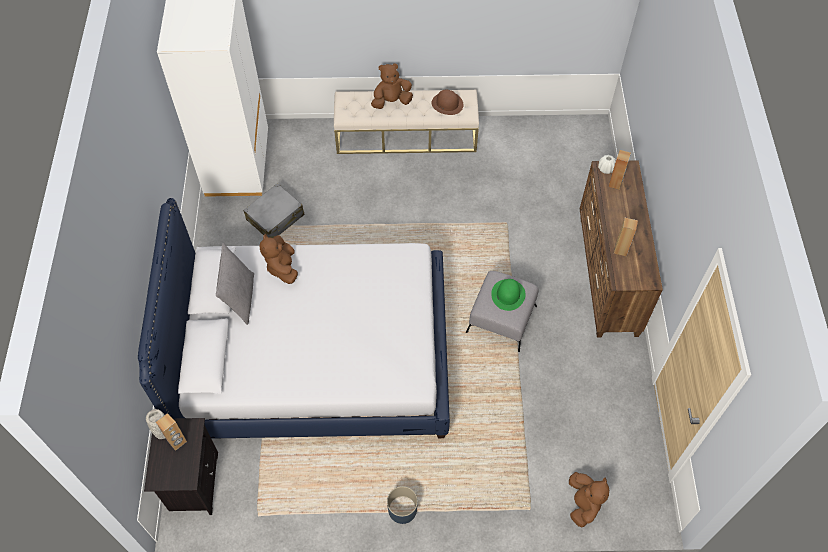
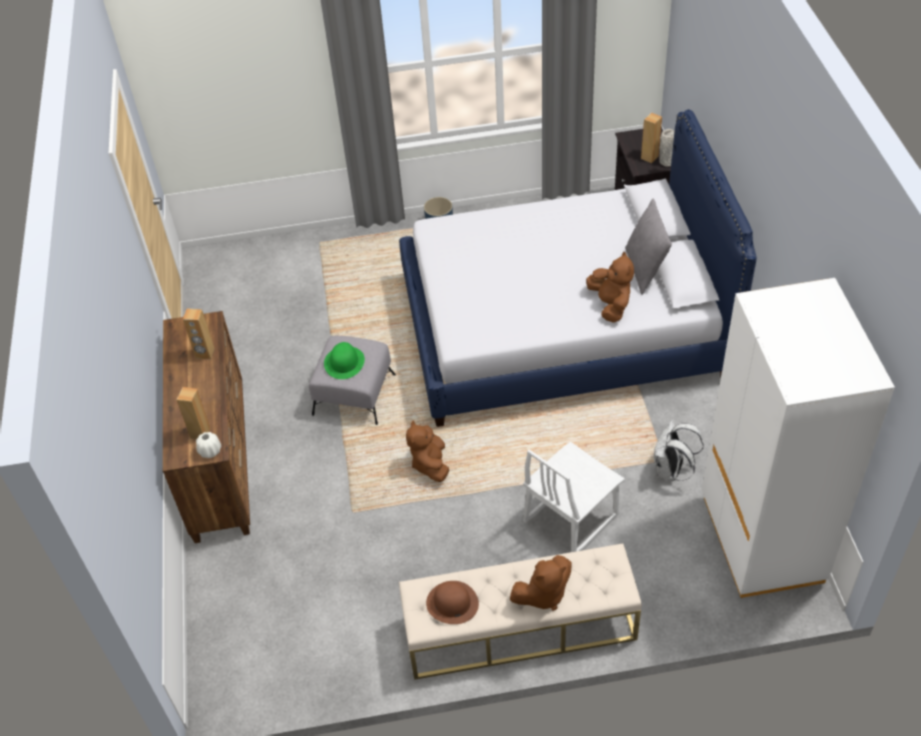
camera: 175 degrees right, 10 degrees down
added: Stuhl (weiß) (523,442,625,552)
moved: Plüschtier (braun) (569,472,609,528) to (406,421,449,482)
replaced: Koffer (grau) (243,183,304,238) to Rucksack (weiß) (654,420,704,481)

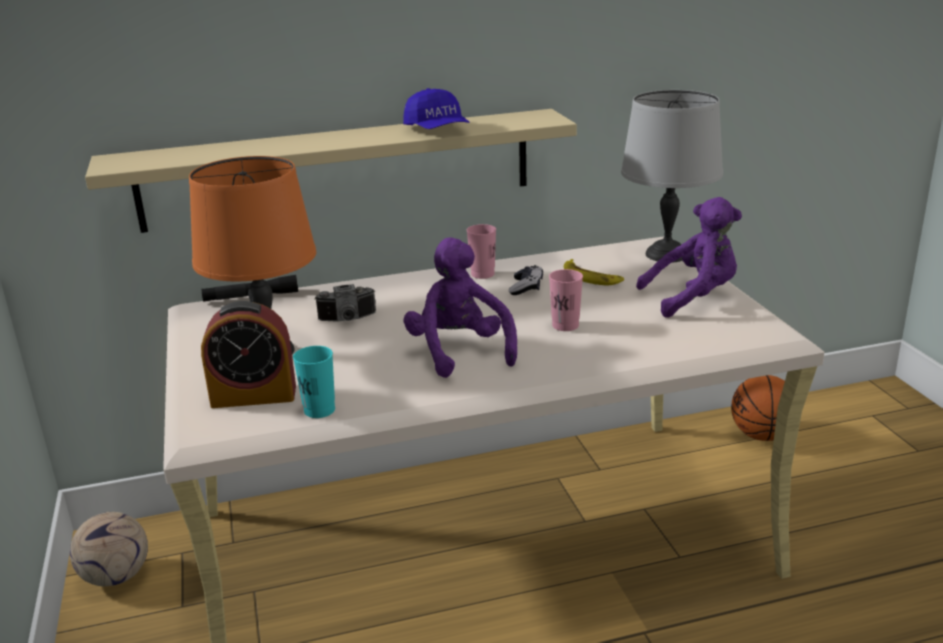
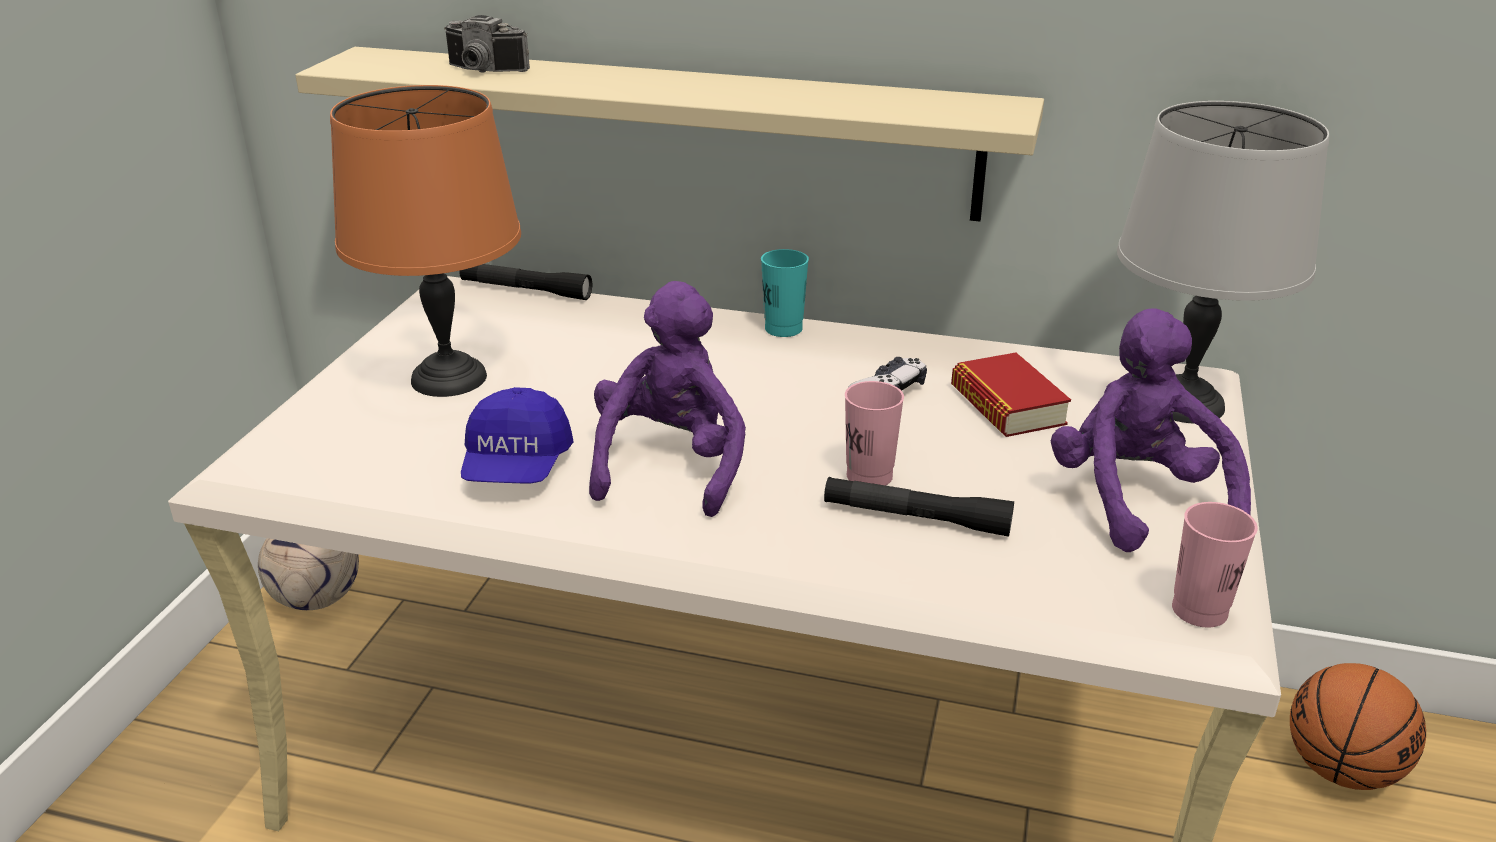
camera: 30 degrees right, 5 degrees up
removed: Wecker (201,301,296,408)
added: Taschenlampe (schwarz) (824,477,1014,537)
moved: Tasse (türkis) (293,346,335,418) to (761,249,809,337); Kamera (314,284,376,322) to (444,15,530,72); Kappe (blau) (403,88,470,129) to (461,387,574,483); Tasse (rosa) (467,224,496,279) to (1172,502,1258,627)
replaced: Banane (564,259,624,285) to Buch (951,353,1071,437)
turned: Plüschtier (lila) (636,197,742,318) = (1051,308,1251,552) 120 degrees counterclockwise

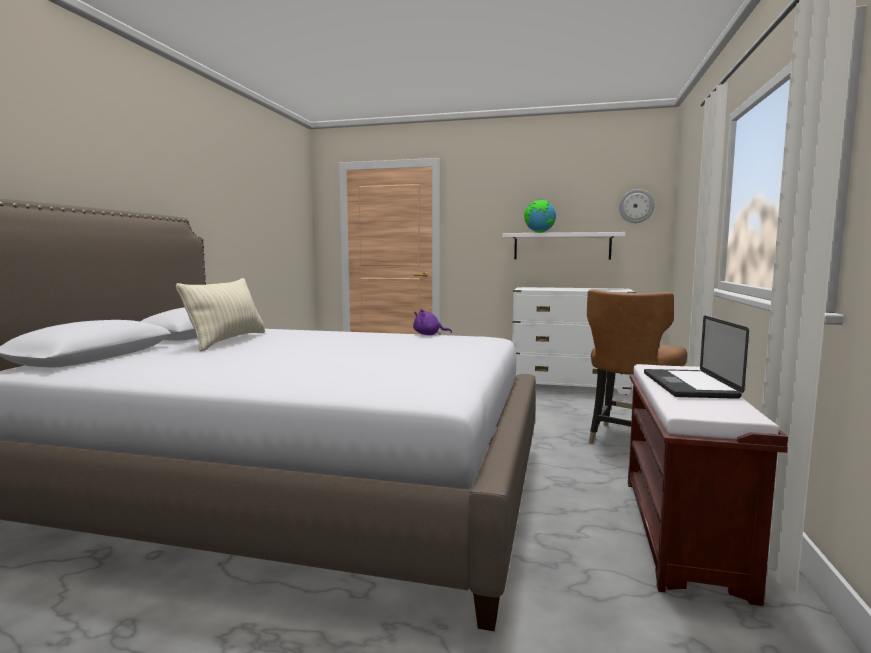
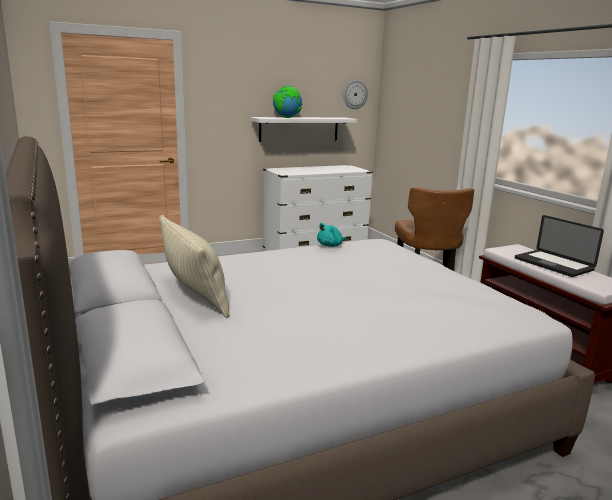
camera: 40 degrees left, 10 degrees up
recoloured: Plüschtier (lila) (413,309,452,335) to Plüschtier (türkis) (317,223,347,247)

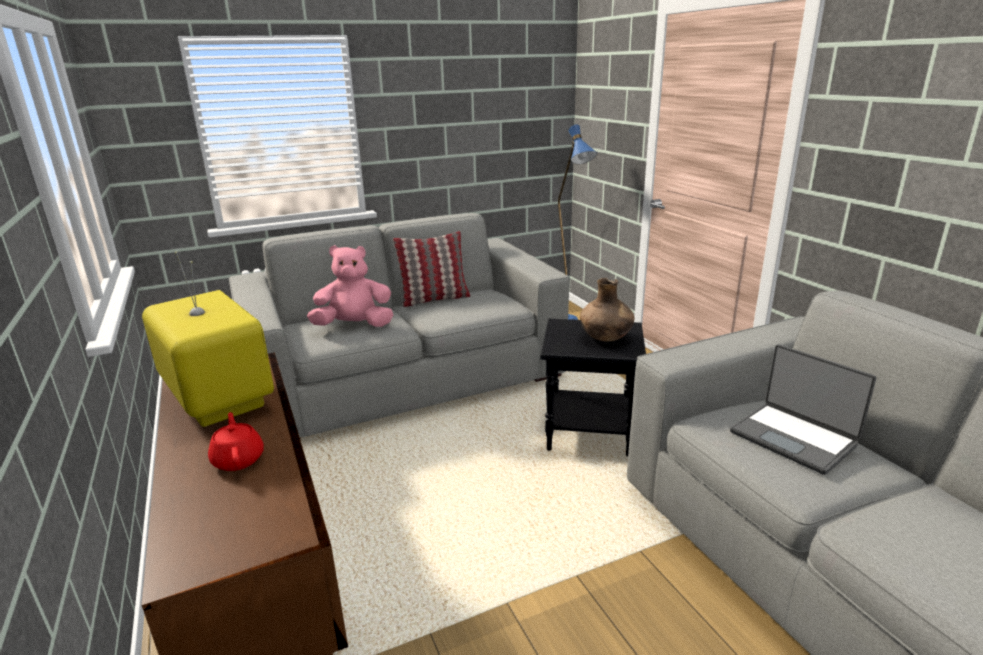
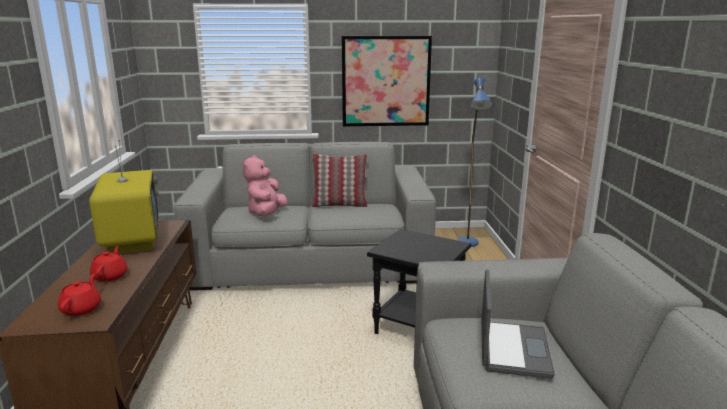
camera: 20 degrees right, 5 degrees down
removed: Vase (braun) (580,278,635,342)
added: Teekanne (rot) (58,274,101,316); Bild (342,36,432,126)
turned: Plüschtier (rosa) (307,245,393,327) = (243,155,287,216) 90 degrees counterclockwise; Laptop (730,344,876,475) = (481,270,555,379) 150 degrees counterclockwise

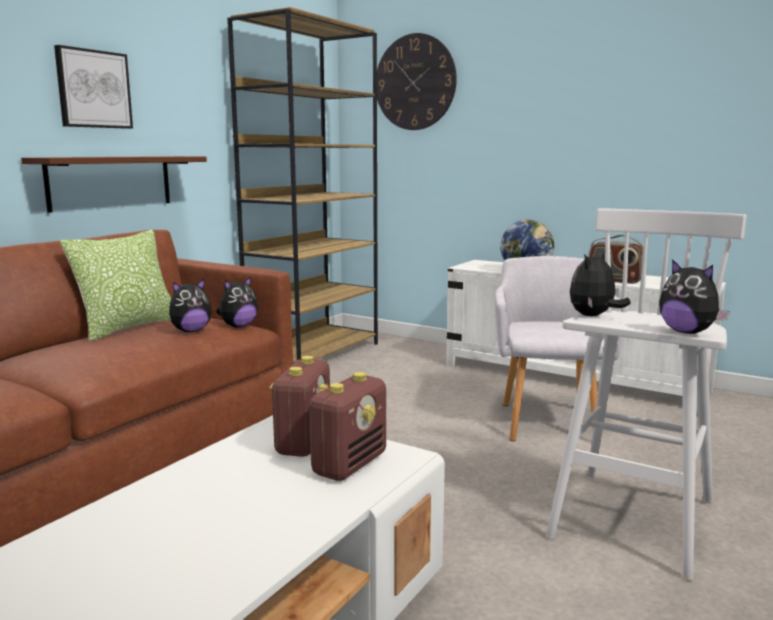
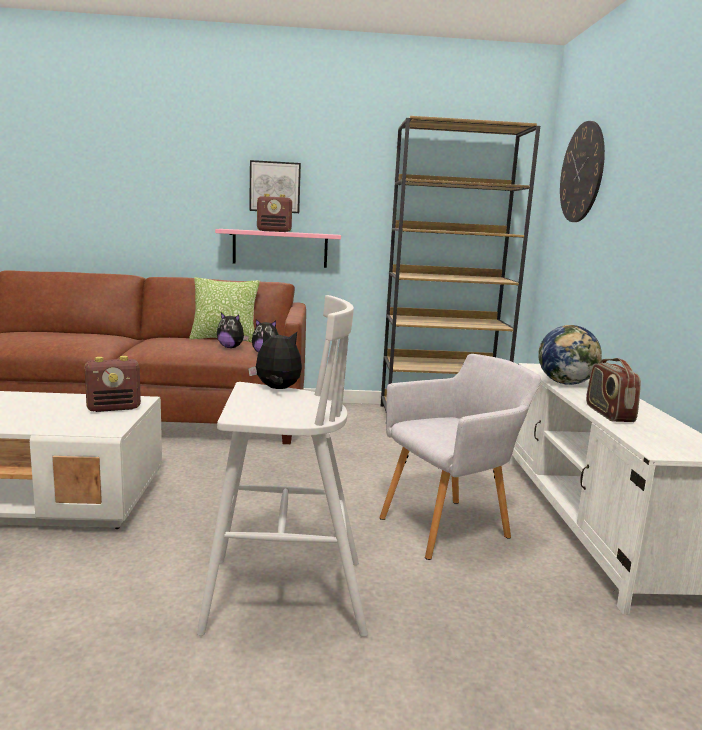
camera: 55 degrees right, 0 degrees up
removed: Plüschtier (659,259,730,334)
moved: Radio (309,372,386,481) to (257,194,292,232)
recoloured: Wandregal (braun) (21,156,207,213) to Wandregal (rosa) (215,229,341,268)

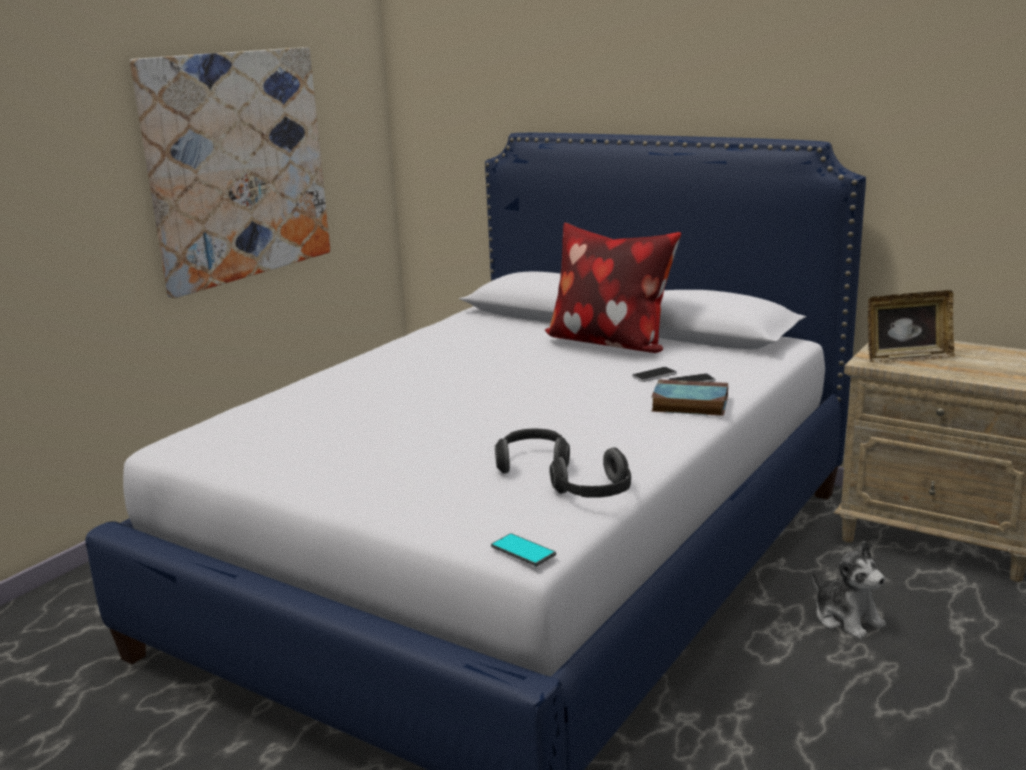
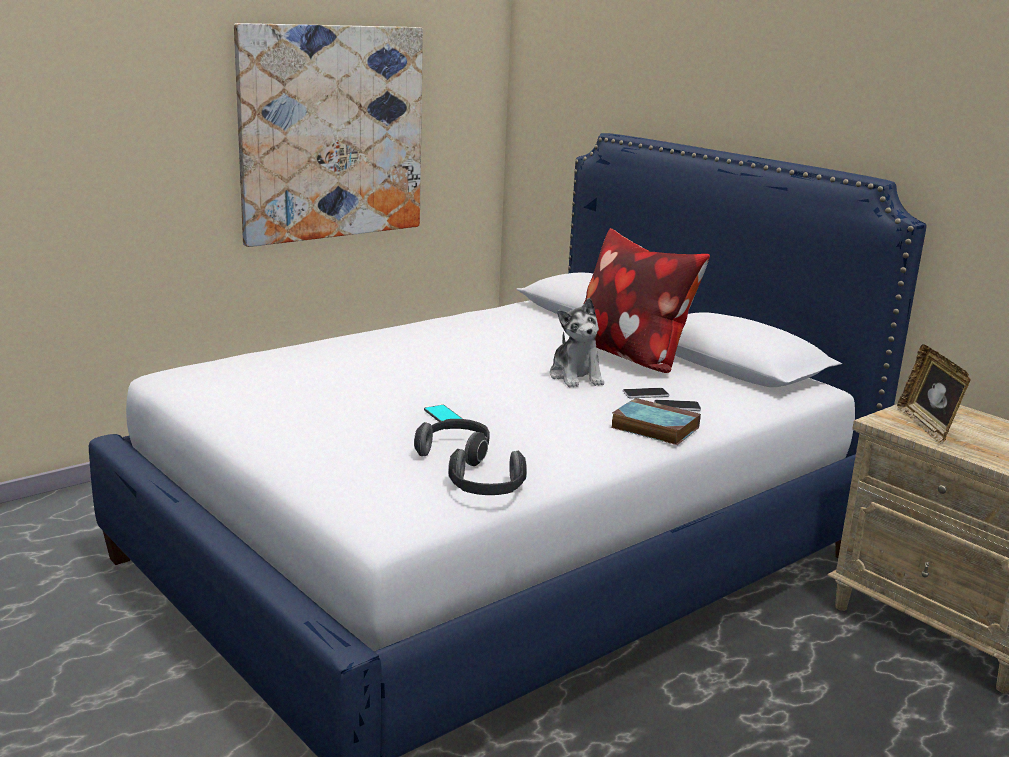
camera: 15 degrees right, 0 degrees up
moved: Handy (491,533,556,566) to (424,405,463,422); Plüschtier (812,541,886,639) to (550,298,604,387)
turned: Bilderrahmen (868,290,955,364) = (897,344,971,443) 75 degrees clockwise

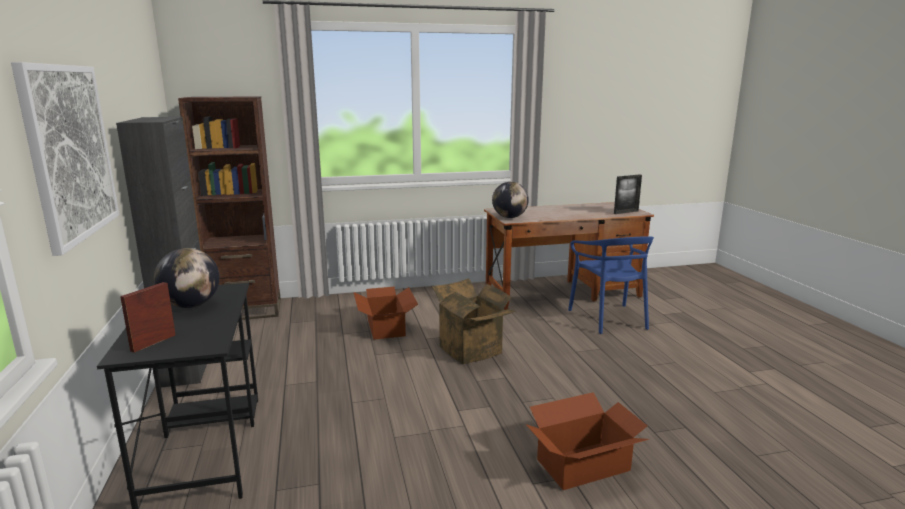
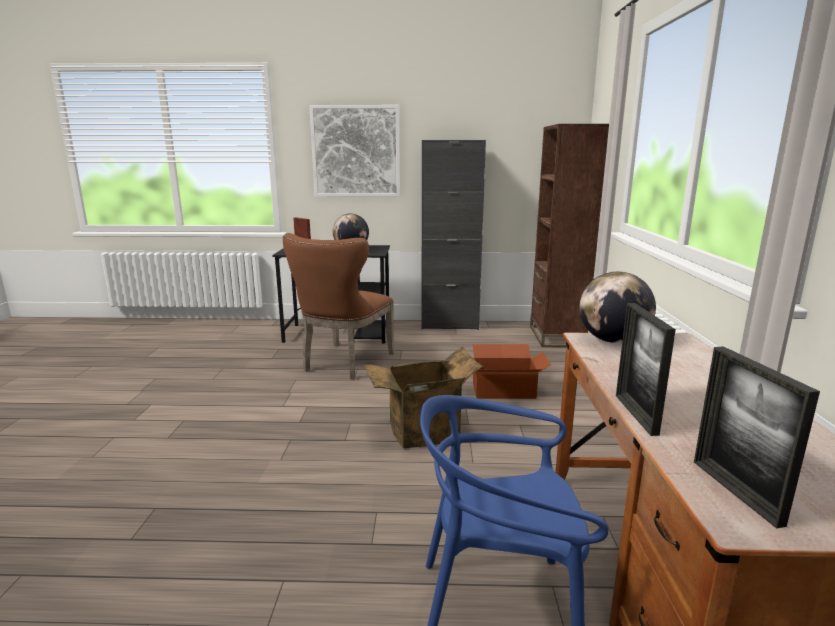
camera: 105 degrees right, 0 degrees up
removed: Karton (526,392,649,490)
added: Stuhl (braun) (283,233,394,380); Bilderrahmen (616,303,676,436)

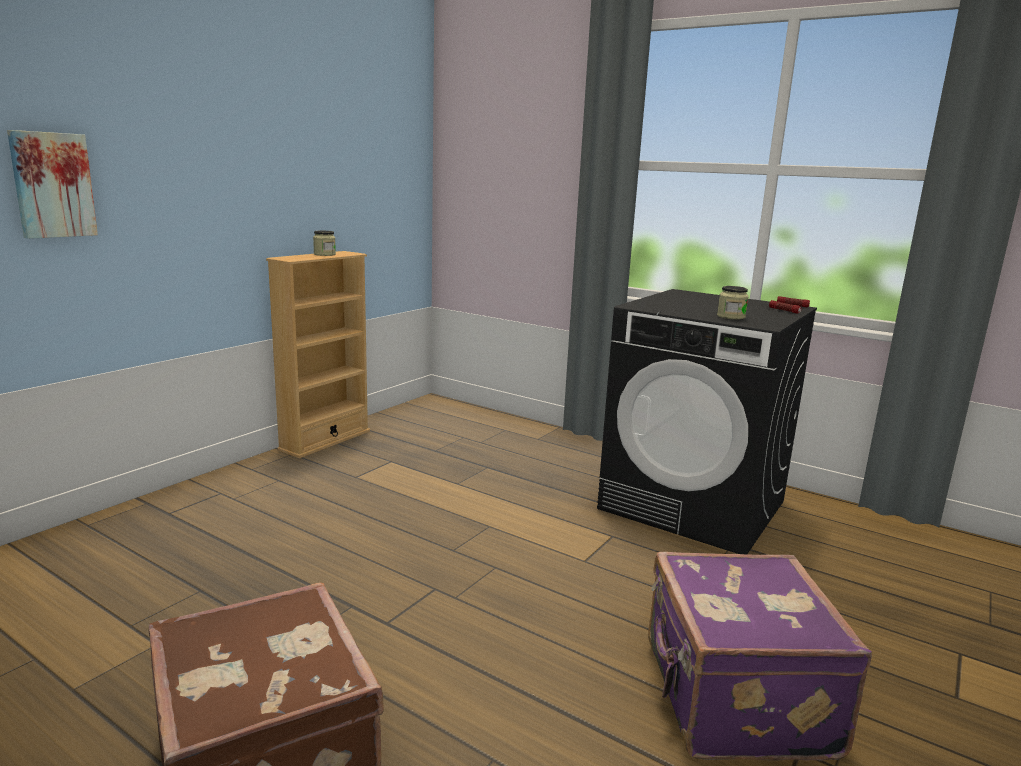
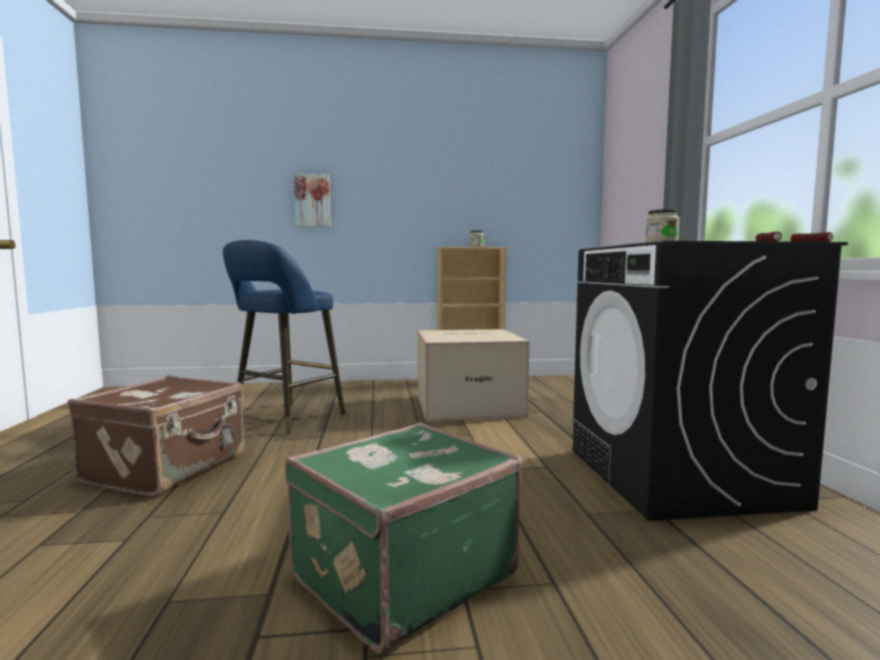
camera: 50 degrees right, 10 degrees down
added: Hocker (blau) (223,240,345,434); Karton (417,329,530,422)
recoloured: Koffer (lila) (648,552,872,760) to Koffer (grün) (285,423,523,654)

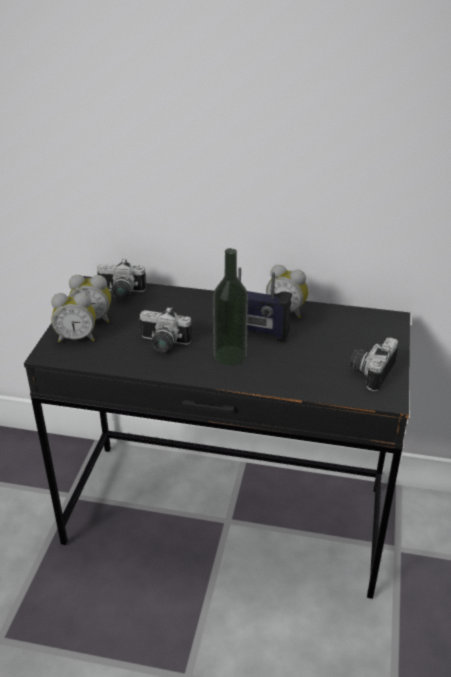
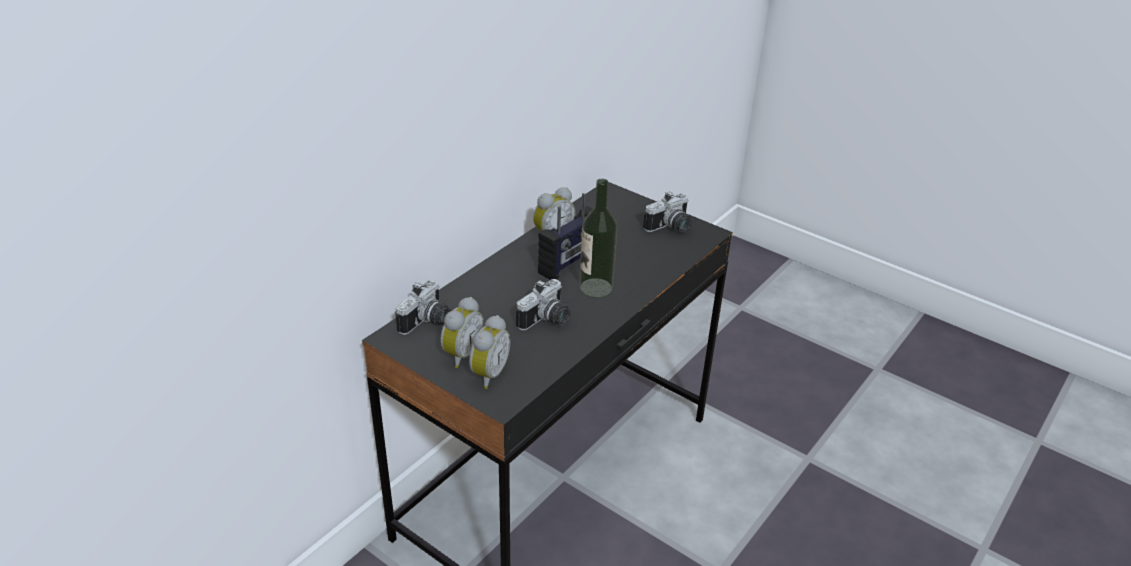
camera: 65 degrees left, 0 degrees up
turned: Kamera (350,337,398,391) = (643,191,692,232) 90 degrees counterclockwise

